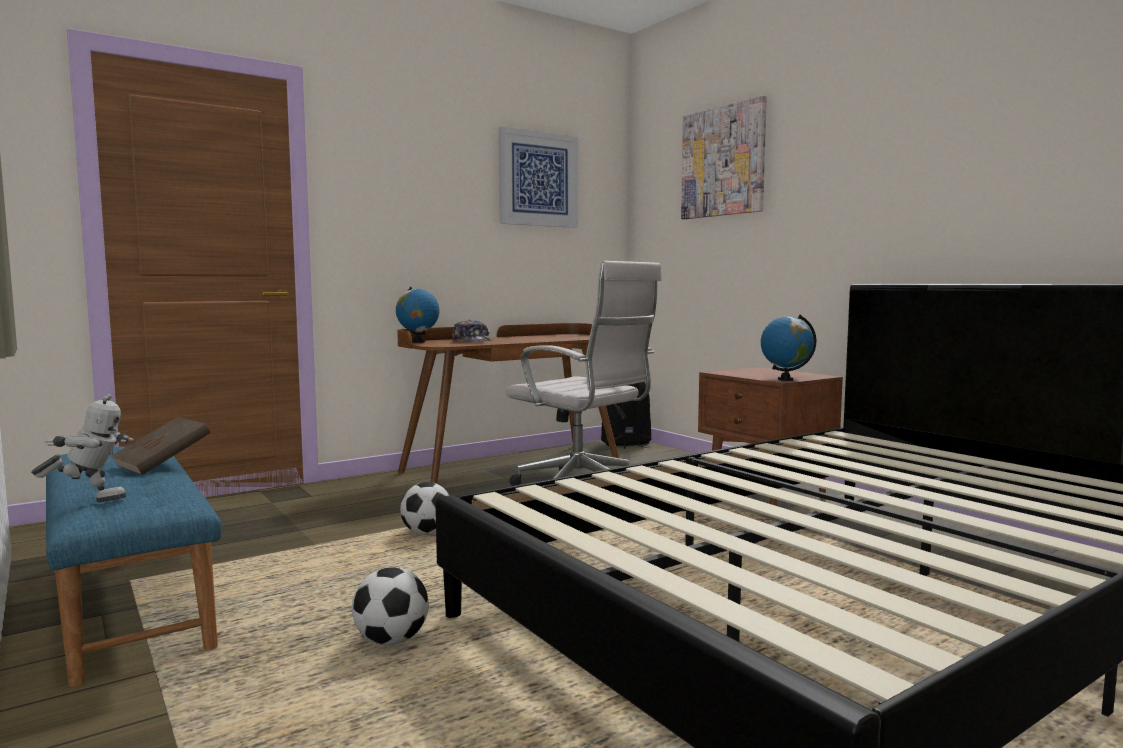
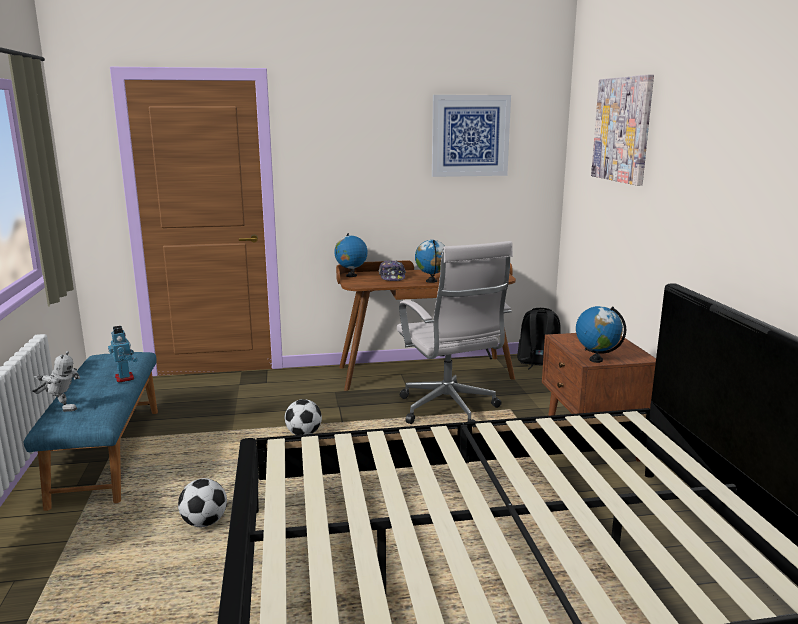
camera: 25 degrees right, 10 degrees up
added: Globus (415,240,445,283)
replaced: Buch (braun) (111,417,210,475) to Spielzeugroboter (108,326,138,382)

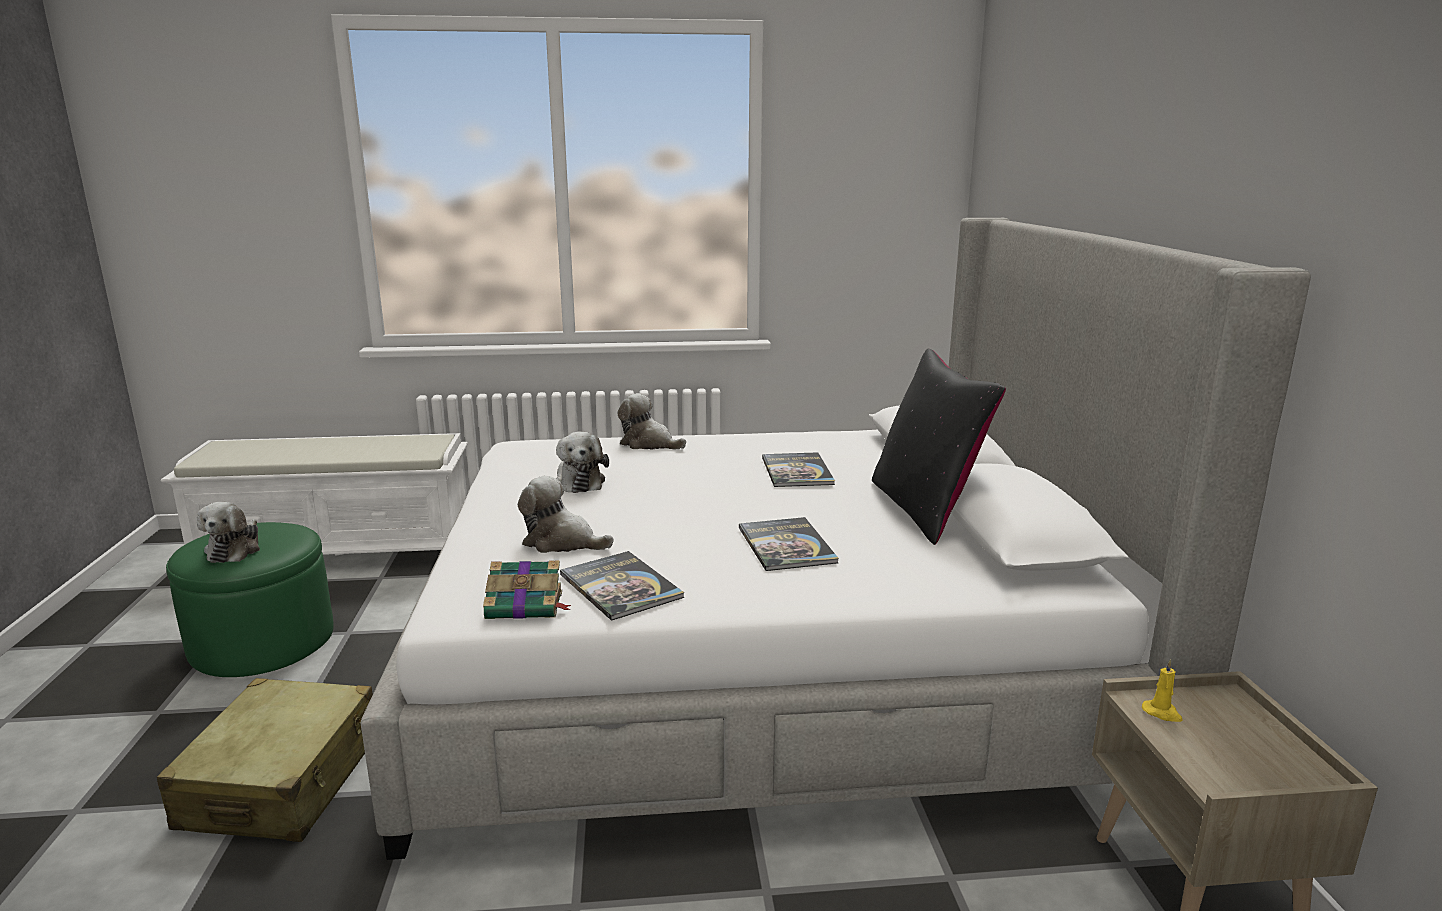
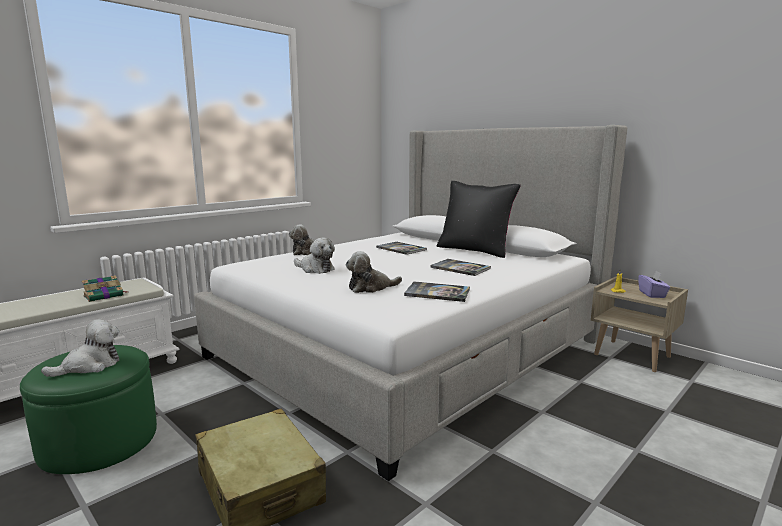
camera: 40 degrees left, 5 degrees down
added: Taschentuchbox (lila) (638,270,670,298)
moved: Buch (483,560,571,619) to (82,275,127,302)
turned: Plüschtier (197,502,260,563) = (41,319,119,377) 90 degrees counterclockwise

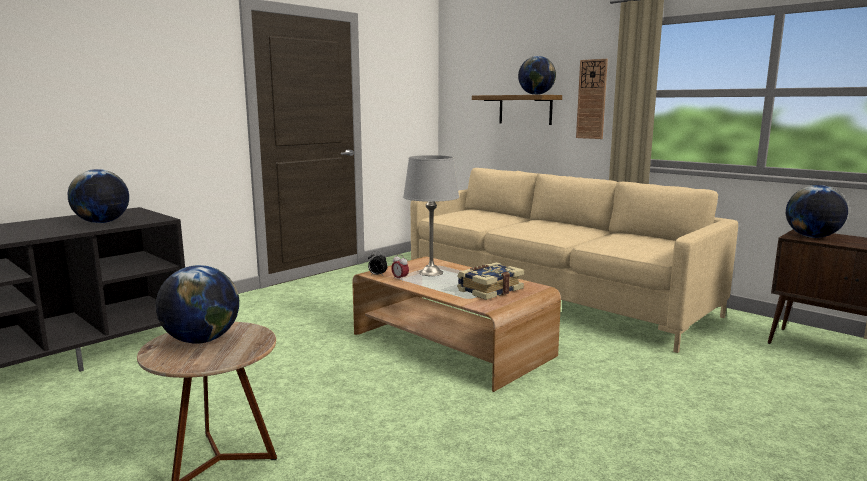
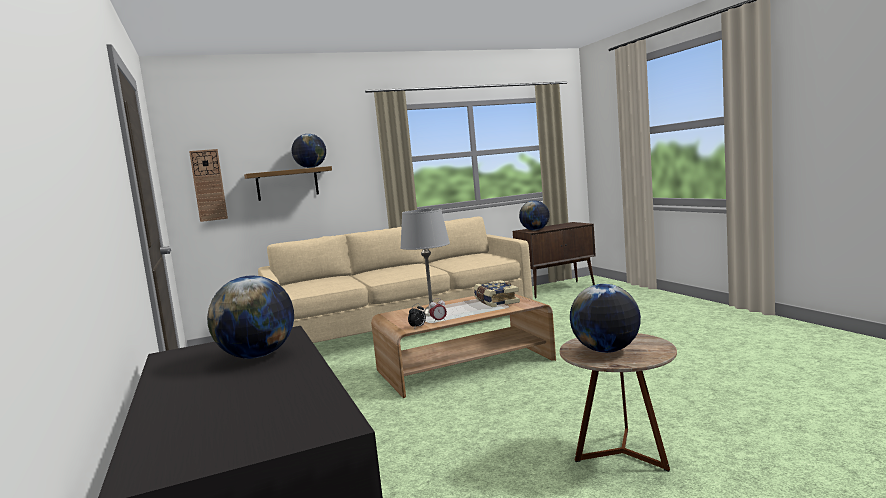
camera: 65 degrees left, 5 degrees down
moved: Wanduhr (576,59,608,139) to (189,149,228,222)

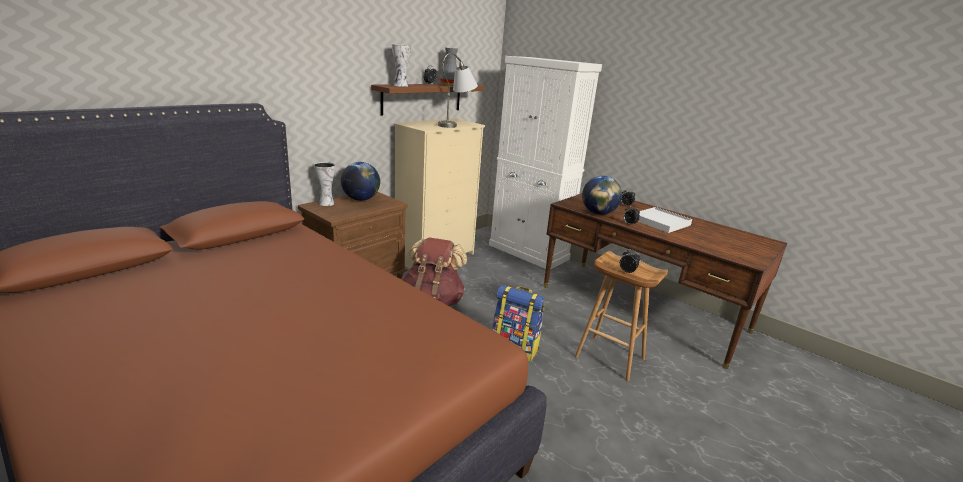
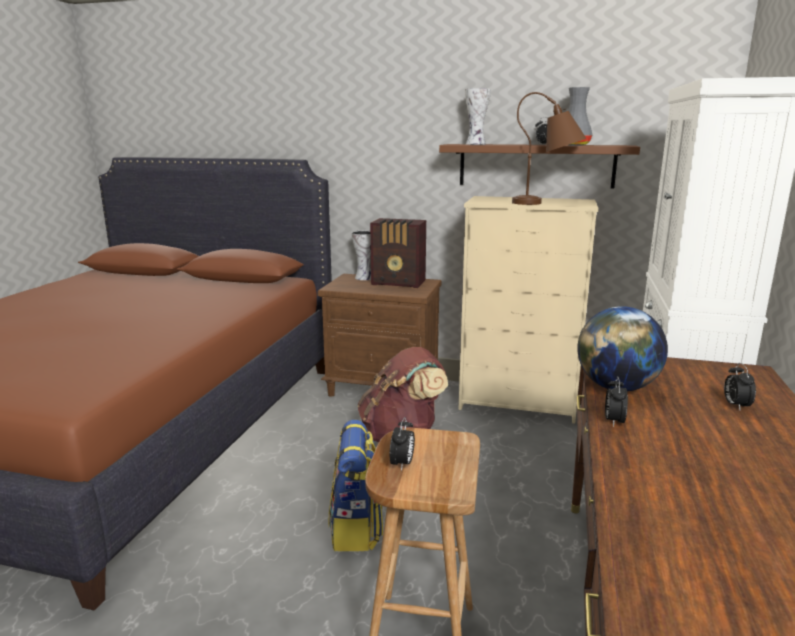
camera: 65 degrees right, 5 degrees down
removed: Tablett (weiß) (638,207,692,233)
replaced: Globus (341,162,380,201) to Radio (370,218,426,288)
recoloured: Tischlampe (grau) (438,53,478,128) to Tischlampe (braun) (512,92,587,205)

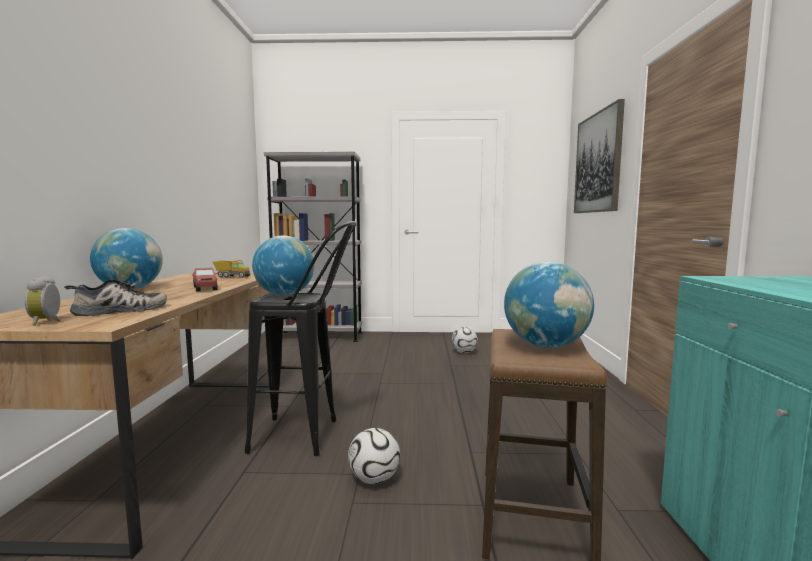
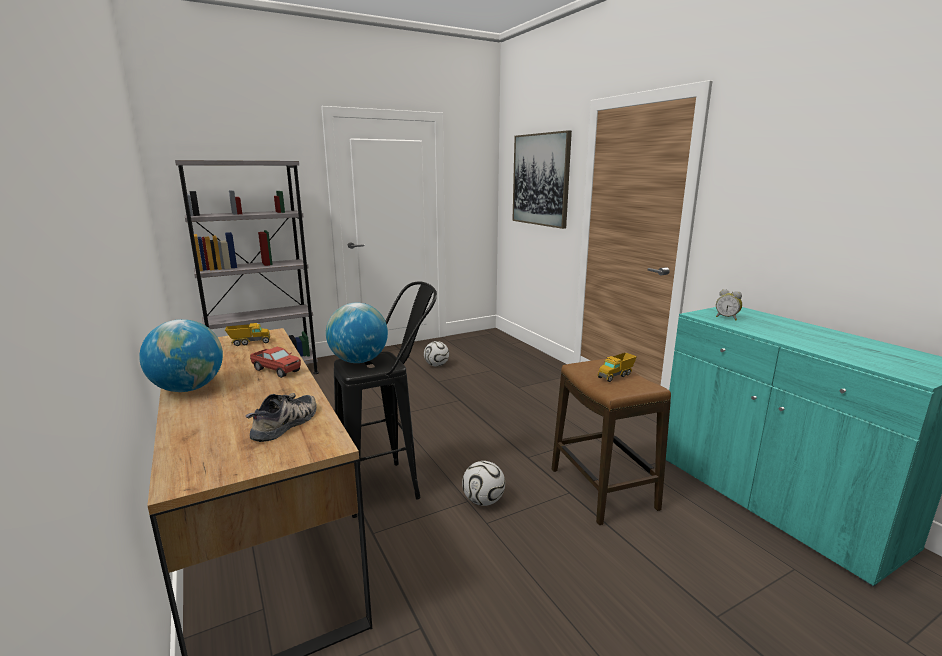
camera: 30 degrees left, 10 degrees up
moved: Wecker (24,276,61,326) to (716,289,742,321)
replaced: Globus (504,262,594,348) to Spielzeuglaster (597,353,637,382)

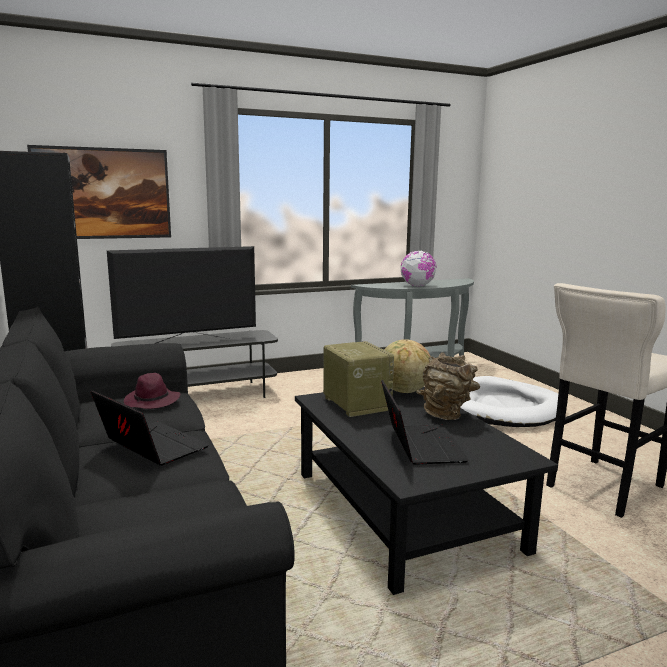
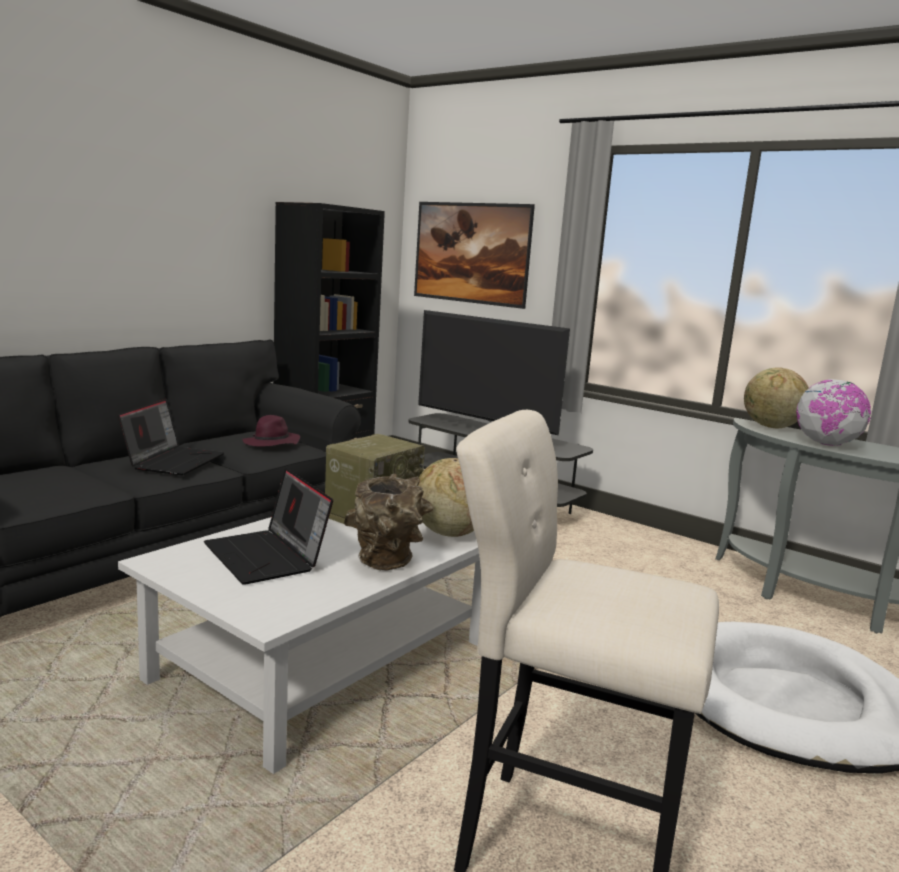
camera: 60 degrees right, 0 degrees up
added: Globus (744,367,809,428)
recoloured: Couchtisch (schwarz) (295,387,558,595) to Couchtisch (weiß) (118,517,481,774)
turned: Laptop (381,380,469,465) = (204,468,333,585) 90 degrees clockwise

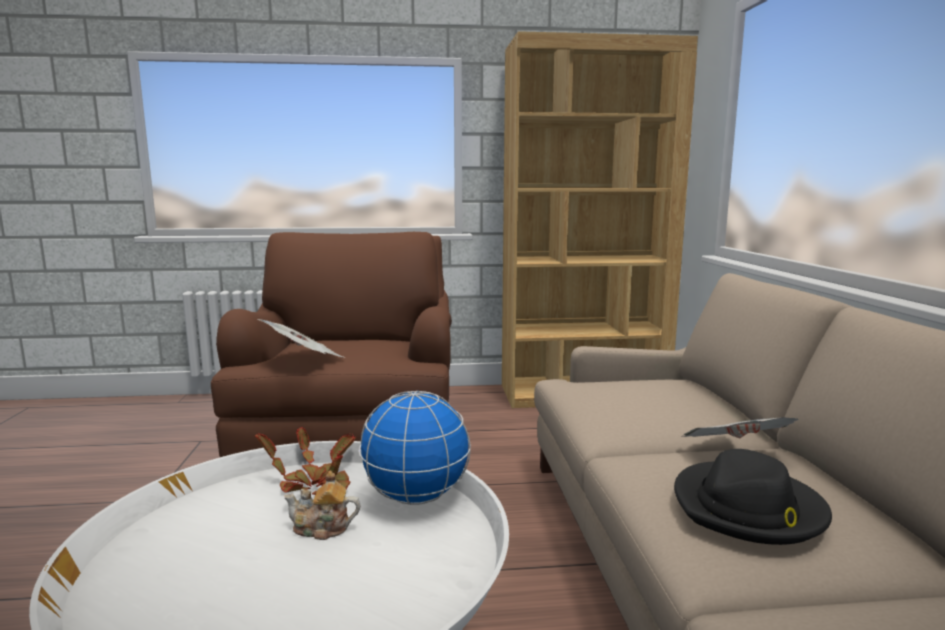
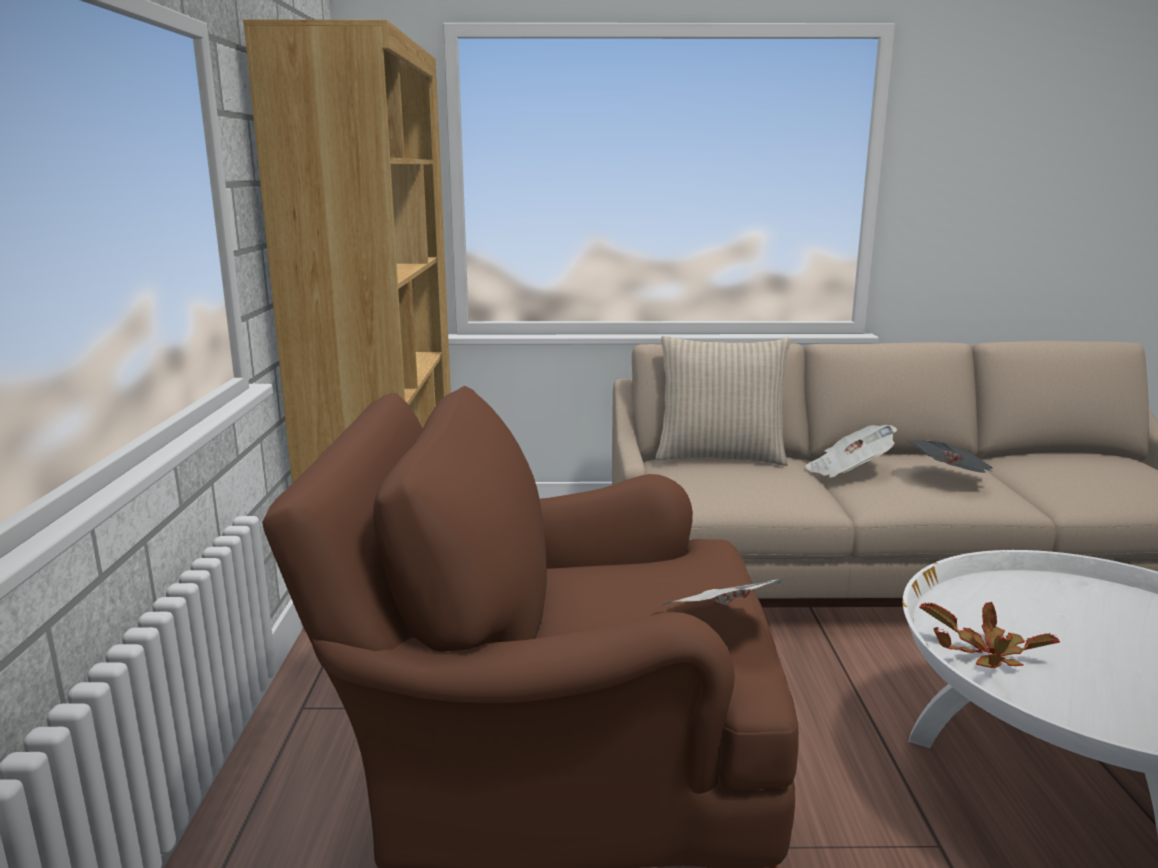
camera: 85 degrees left, 5 degrees up
removed: Teekanne (284,471,360,540); Globus (359,391,471,505)
added: Kissen (beige) (656,336,791,466)
replaced: Hut (schwarz) (674,449,832,545) to Zeitung (908,440,993,473)

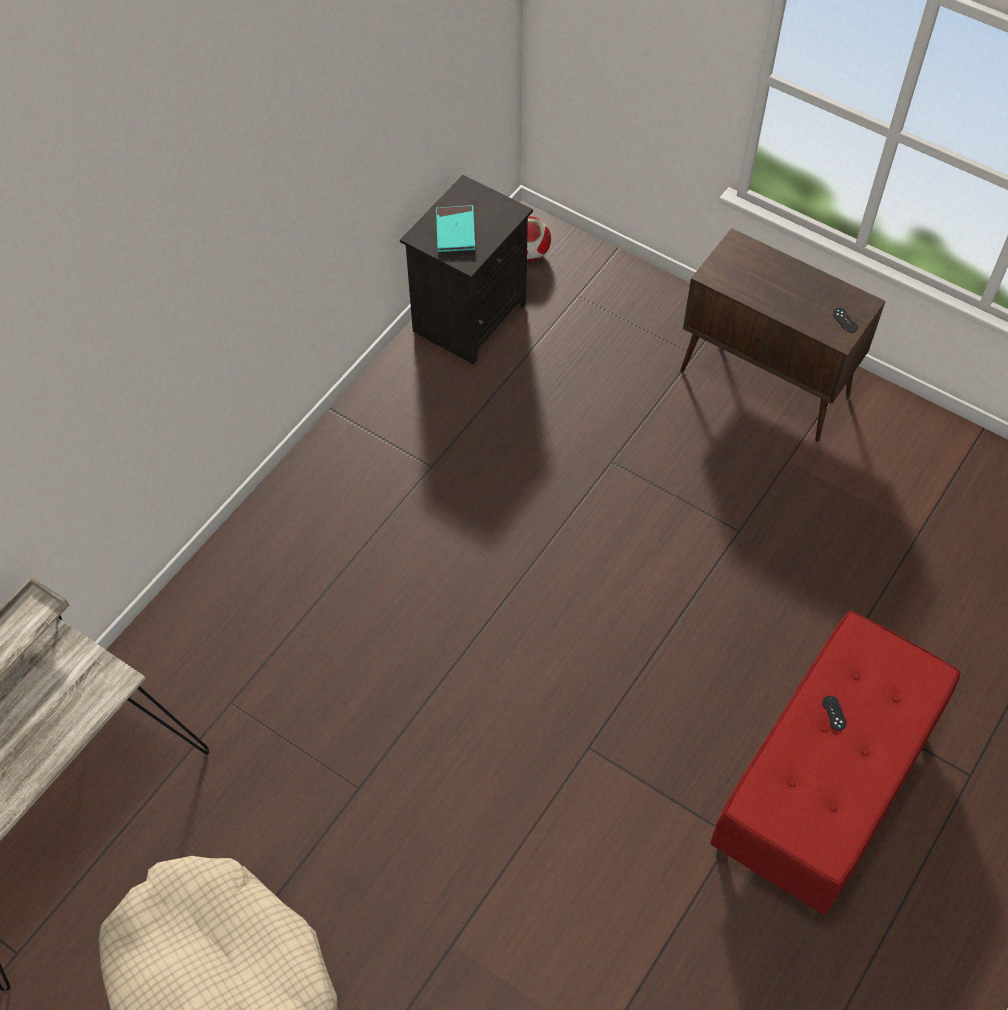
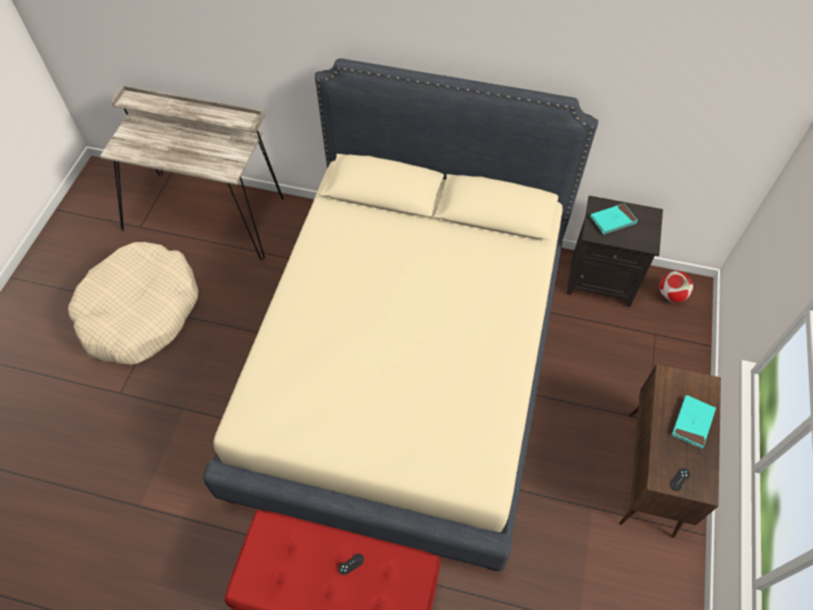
camera: 70 degrees right, 0 degrees up
added: Bett (beige) (203,58,598,572); Buch (türkis) (672,395,716,449)

